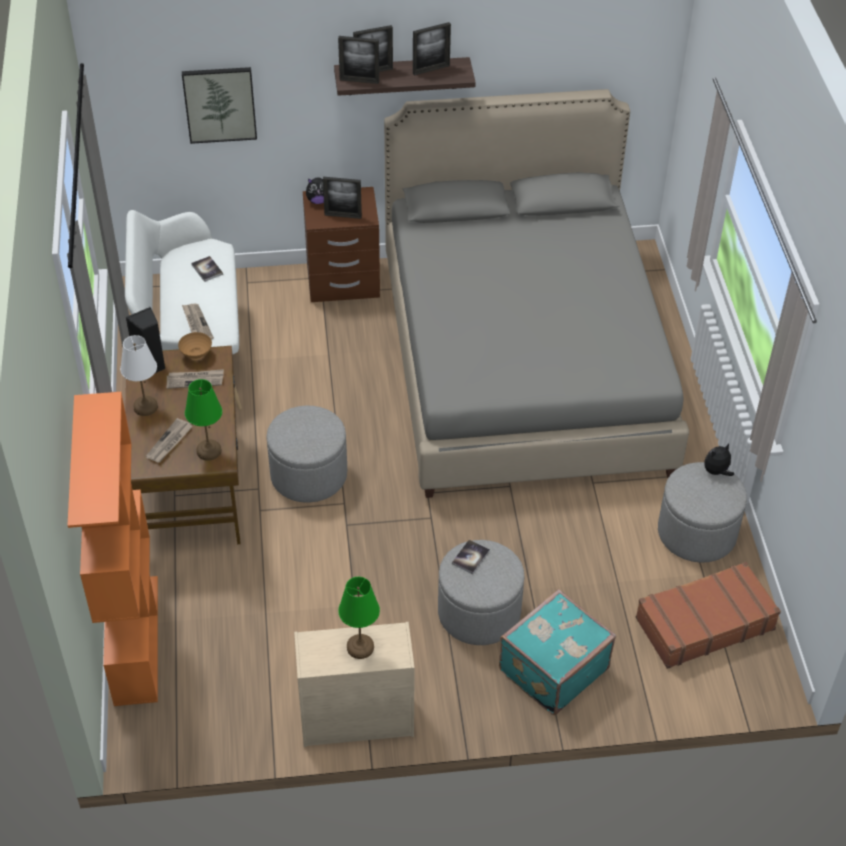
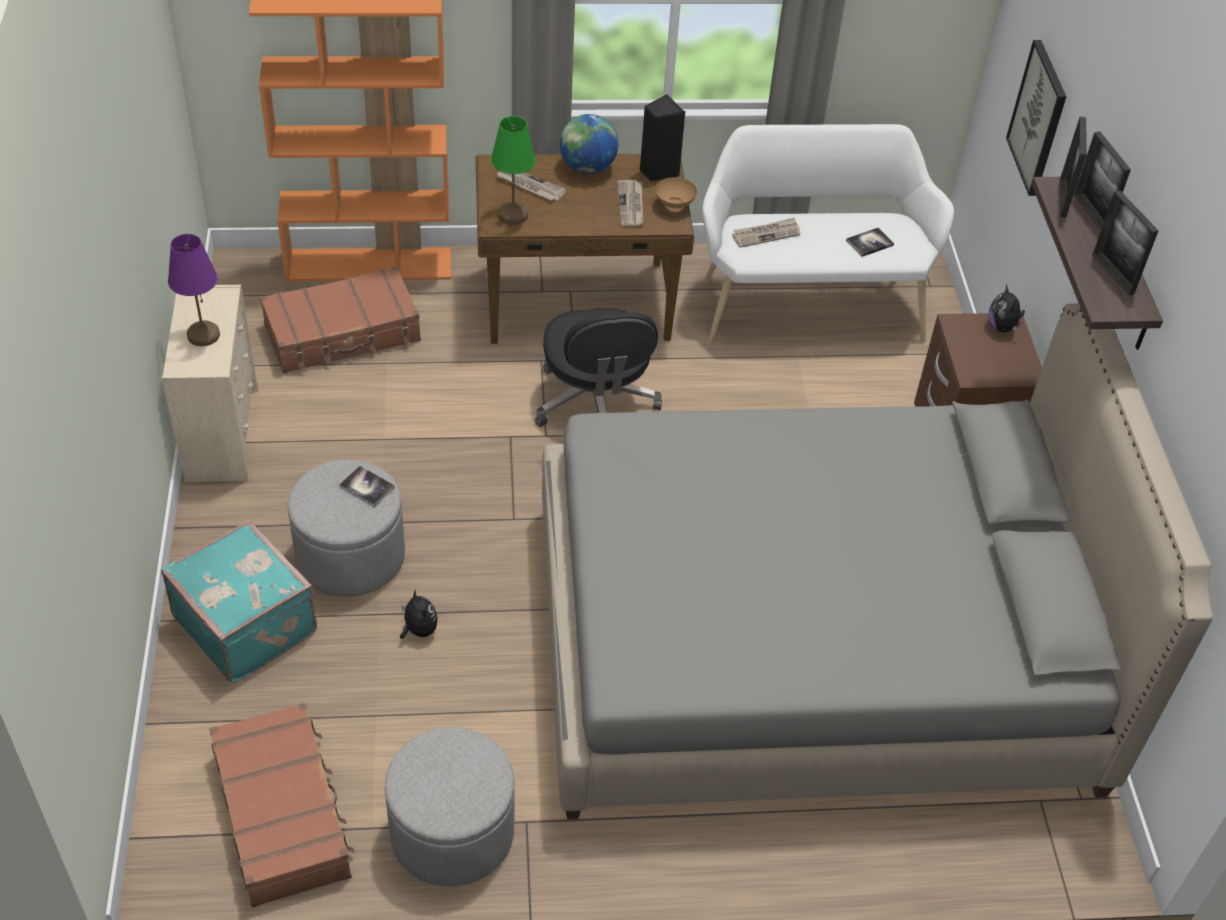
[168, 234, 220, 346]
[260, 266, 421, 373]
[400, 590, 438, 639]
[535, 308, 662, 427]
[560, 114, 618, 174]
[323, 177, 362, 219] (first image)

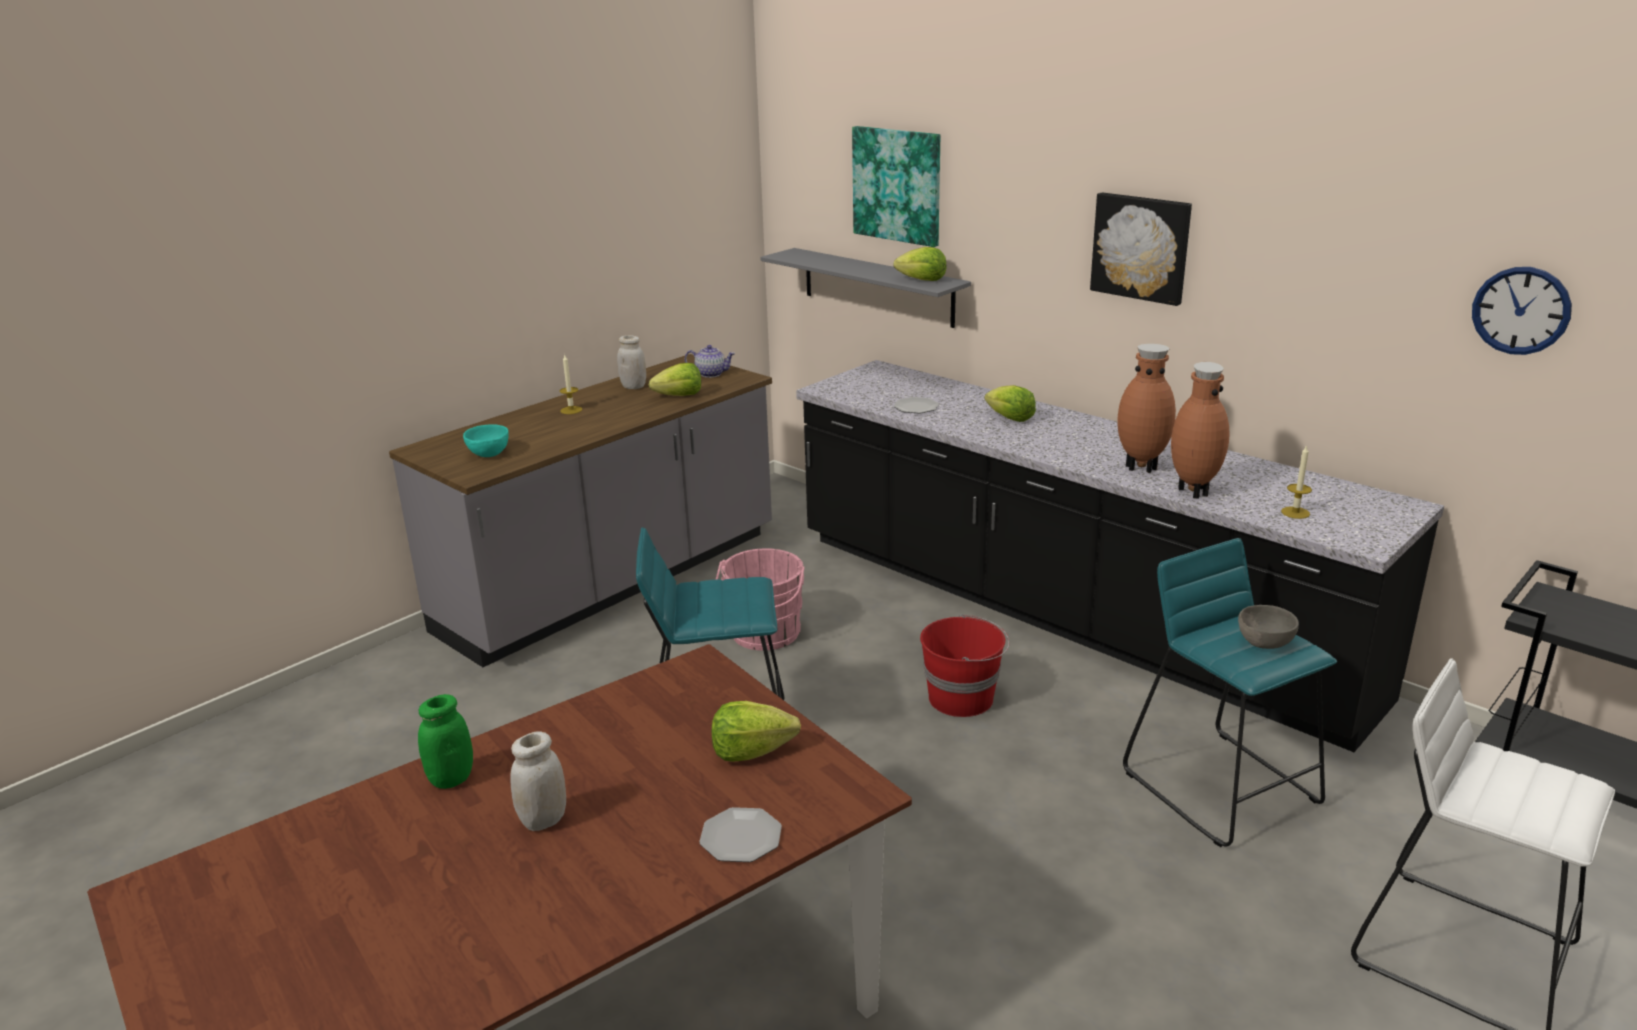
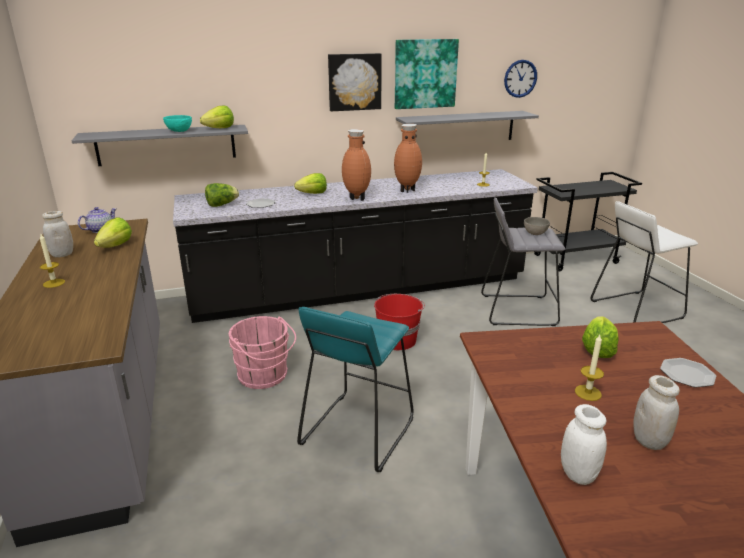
[163, 115, 192, 132]
[205, 183, 239, 207]
[342, 129, 371, 201]
[395, 39, 459, 109]
[396, 111, 539, 140]
[481, 197, 565, 326]
[561, 404, 607, 485]
[575, 335, 604, 401]

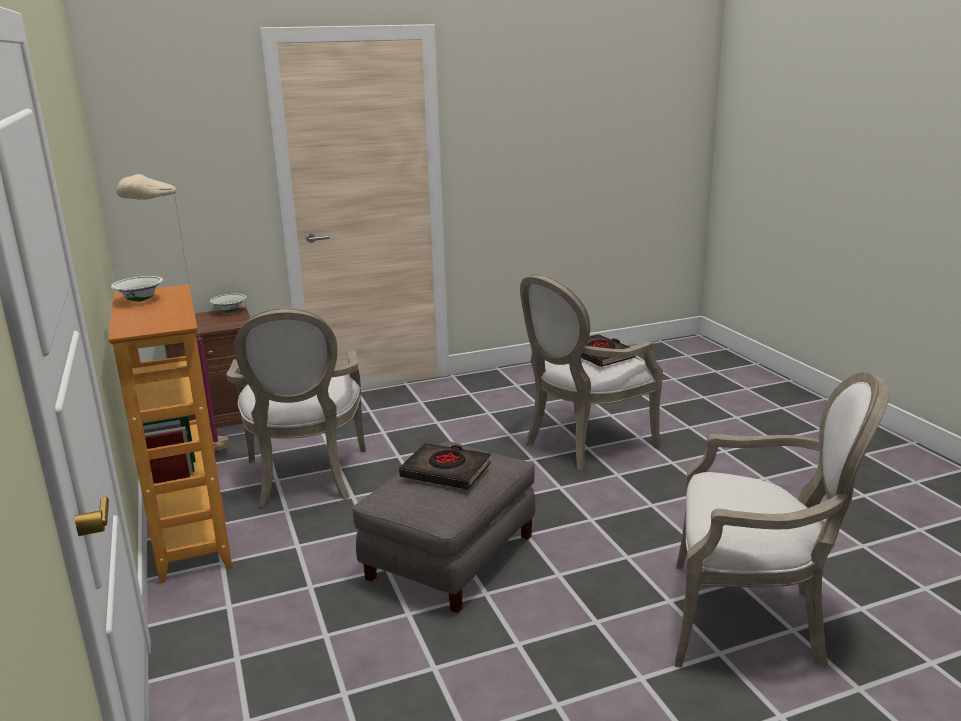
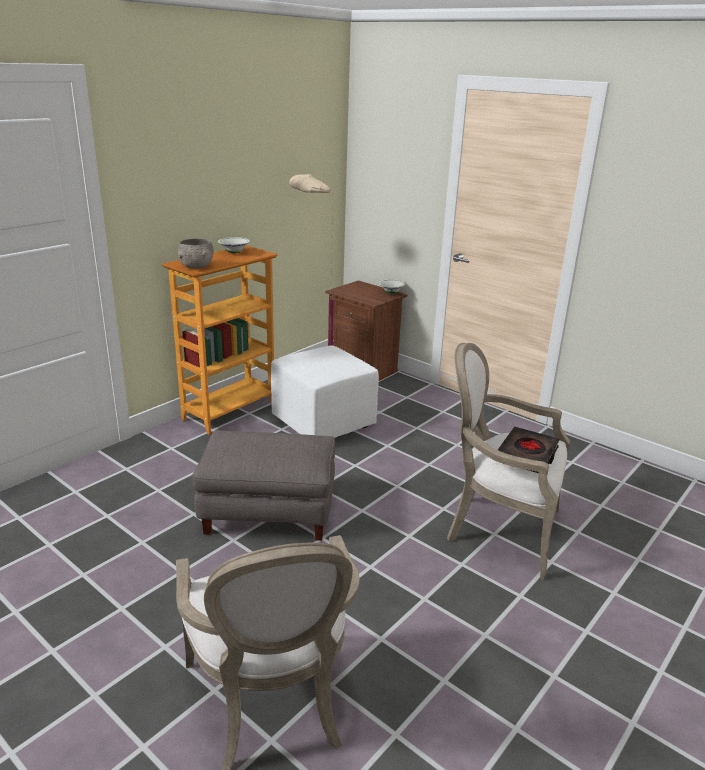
[177, 238, 214, 269]
[271, 346, 379, 438]
[399, 443, 491, 490] (first image)

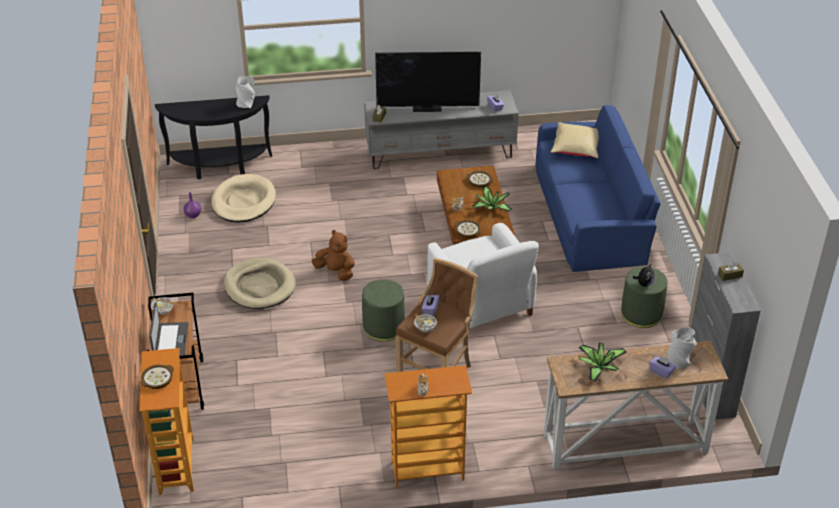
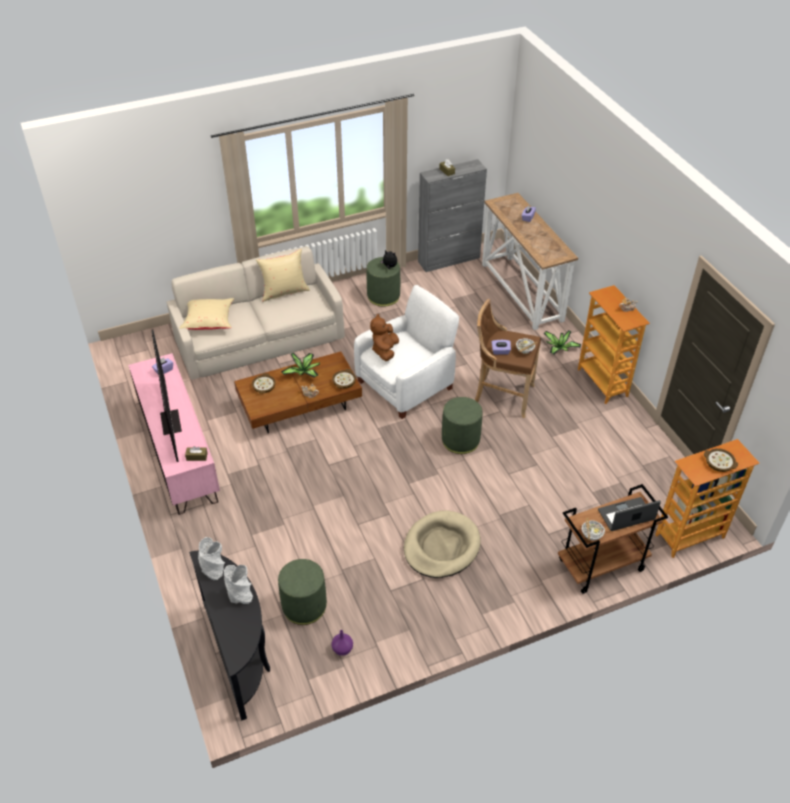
[128, 353, 220, 515]
[167, 246, 345, 380]
[224, 565, 253, 604]
[256, 249, 310, 302]
[278, 559, 327, 625]
[370, 314, 399, 361]
[544, 330, 581, 354]

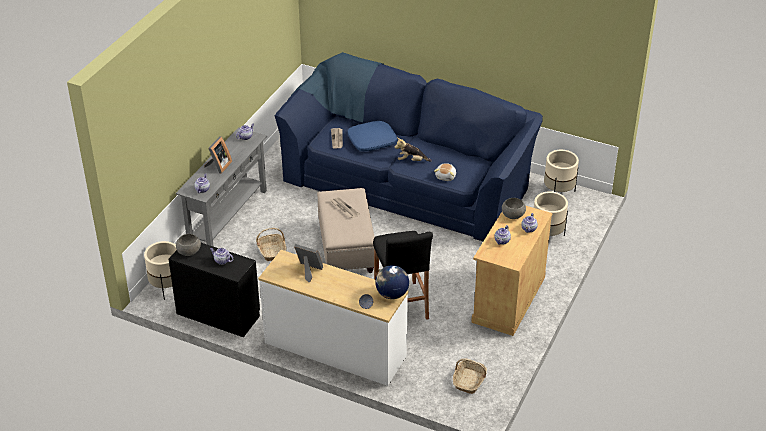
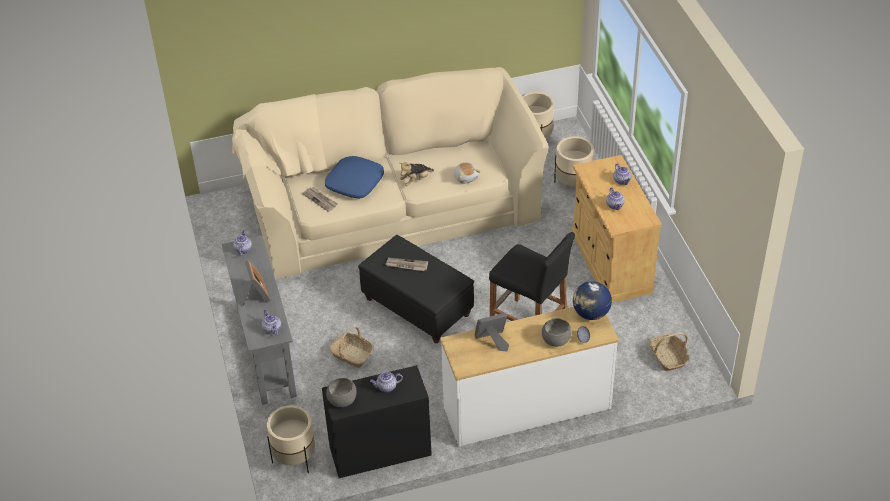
[232, 67, 549, 279]
[358, 235, 474, 343]
[542, 318, 572, 347]

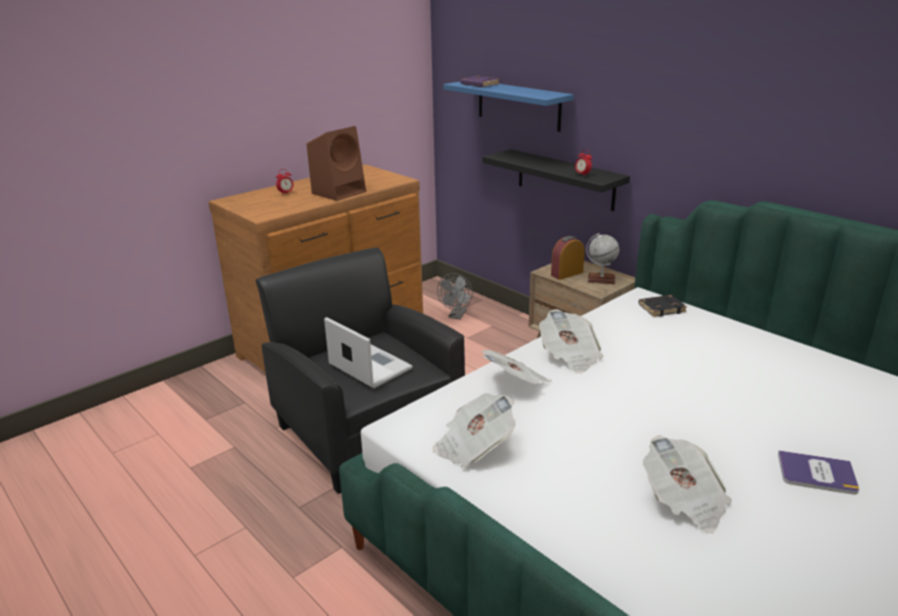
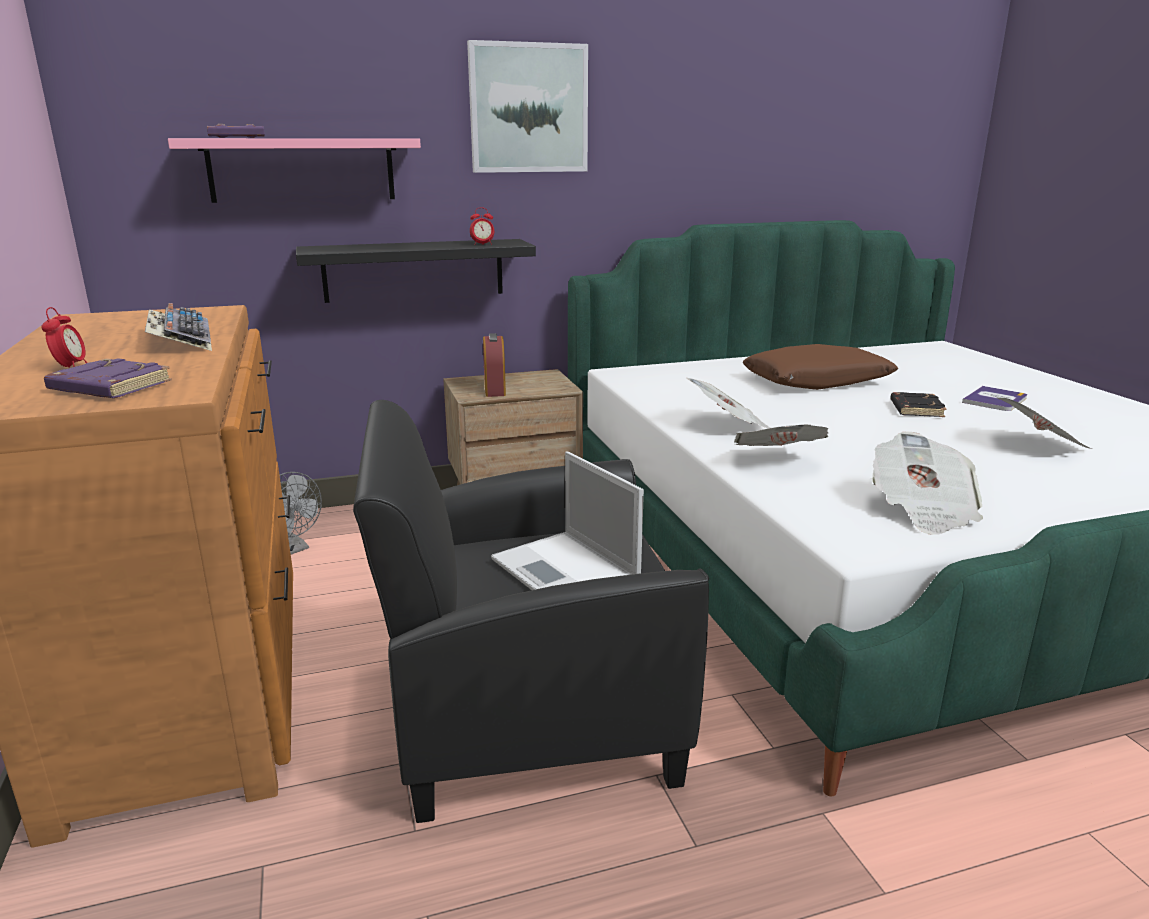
[44, 358, 172, 398]
[145, 303, 212, 351]
[168, 138, 421, 203]
[467, 40, 588, 173]
[491, 452, 644, 590]
[743, 344, 899, 390]
[890, 392, 946, 417]
[586, 233, 619, 284] (first image)

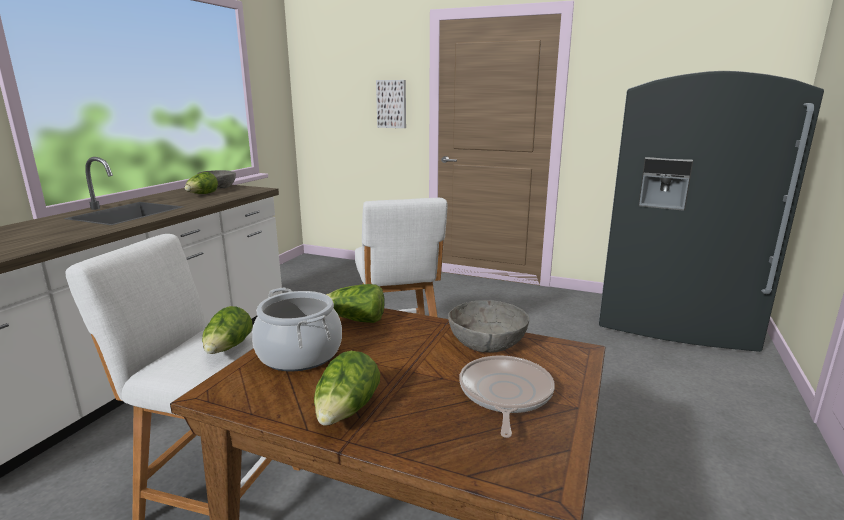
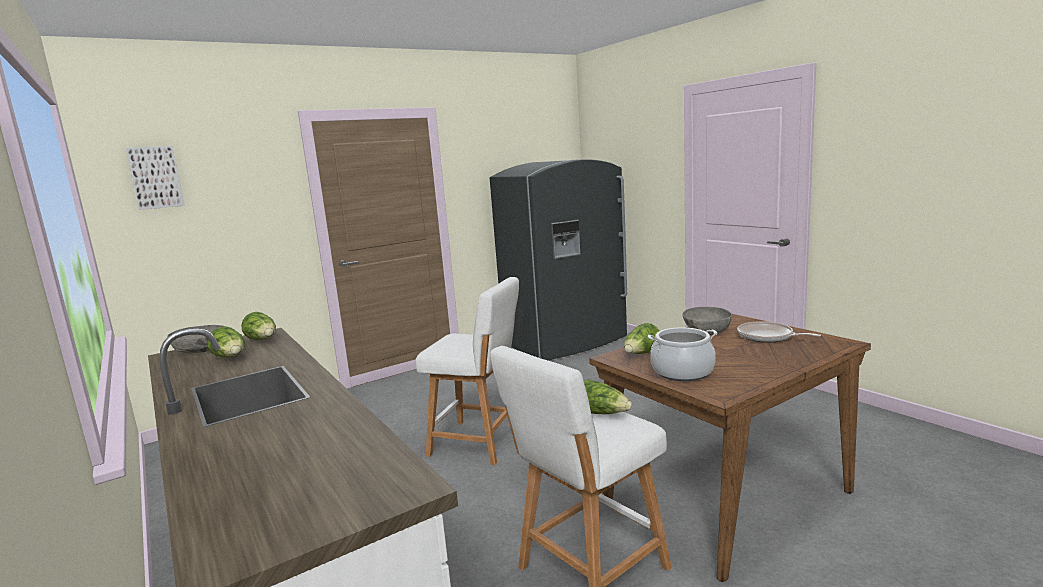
[125, 146, 185, 210]
[241, 312, 276, 340]

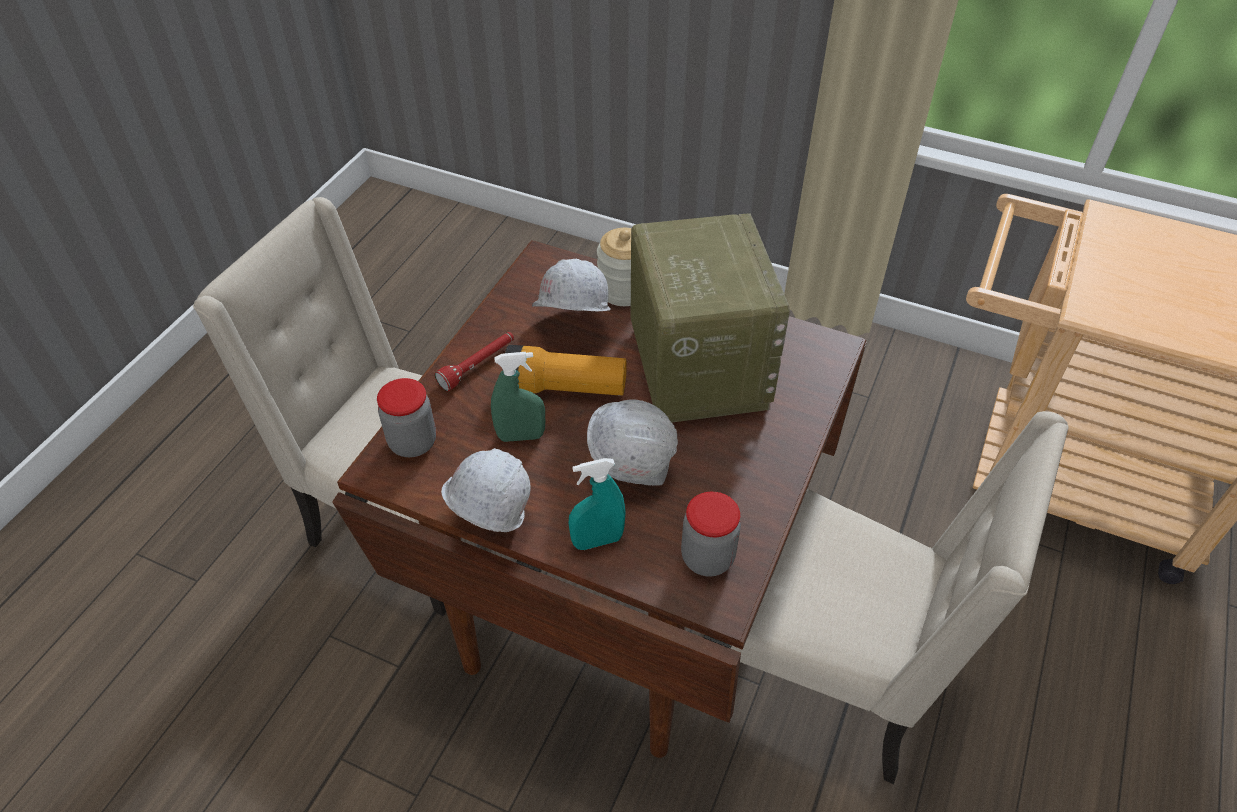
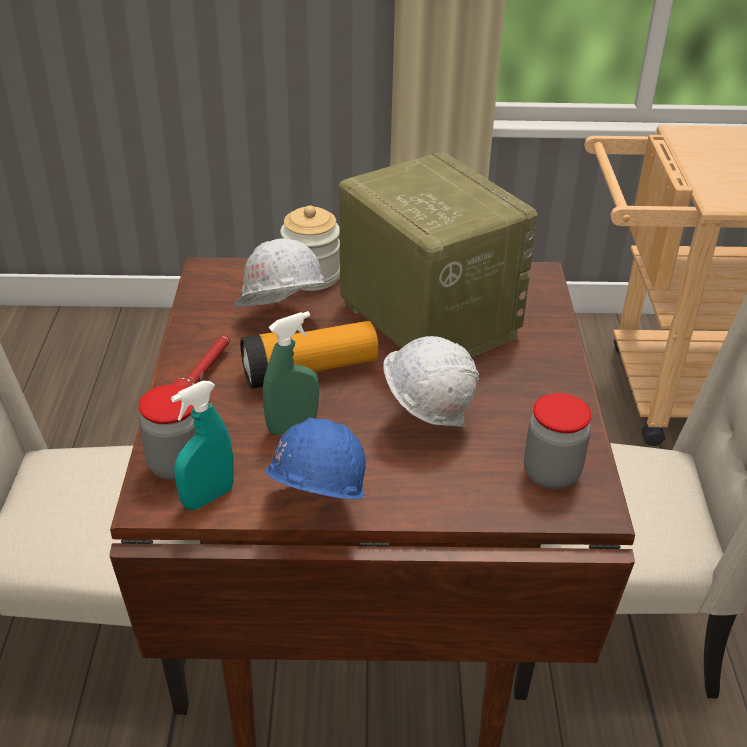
[171, 381, 234, 510]
[265, 418, 366, 499]

